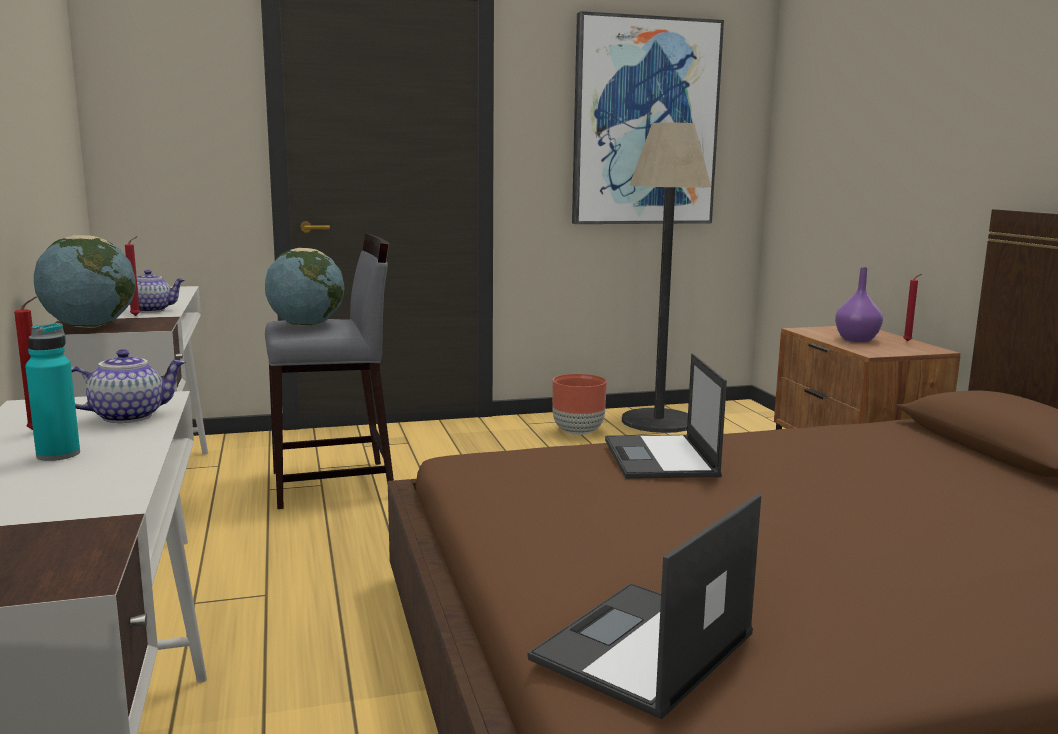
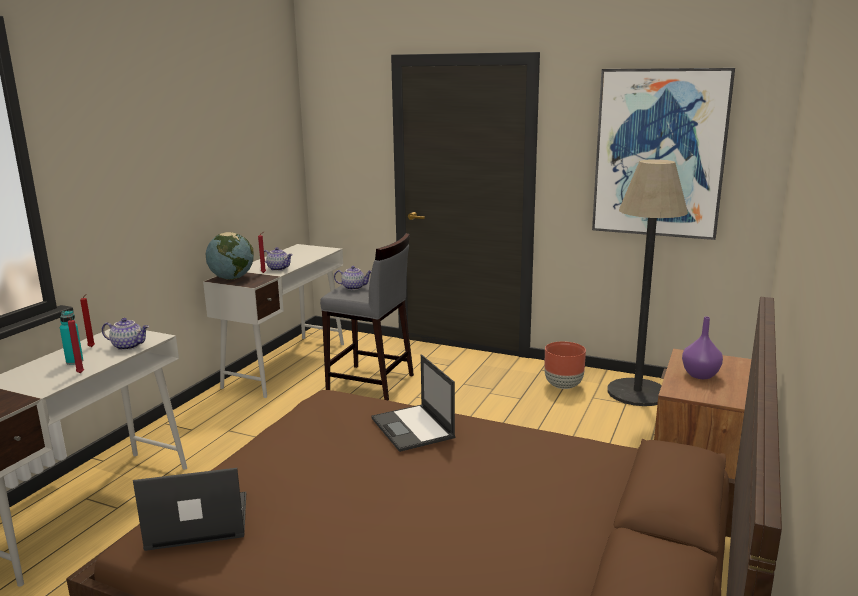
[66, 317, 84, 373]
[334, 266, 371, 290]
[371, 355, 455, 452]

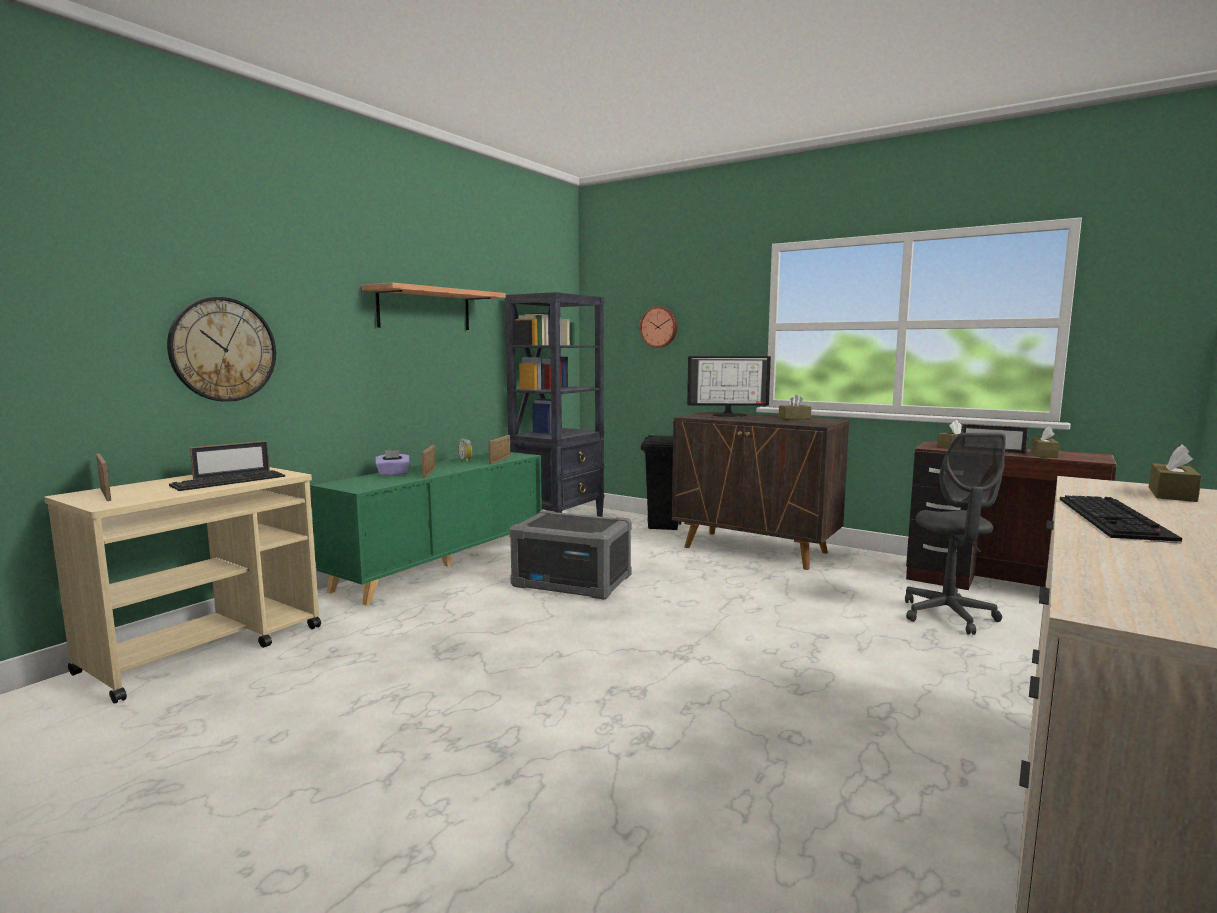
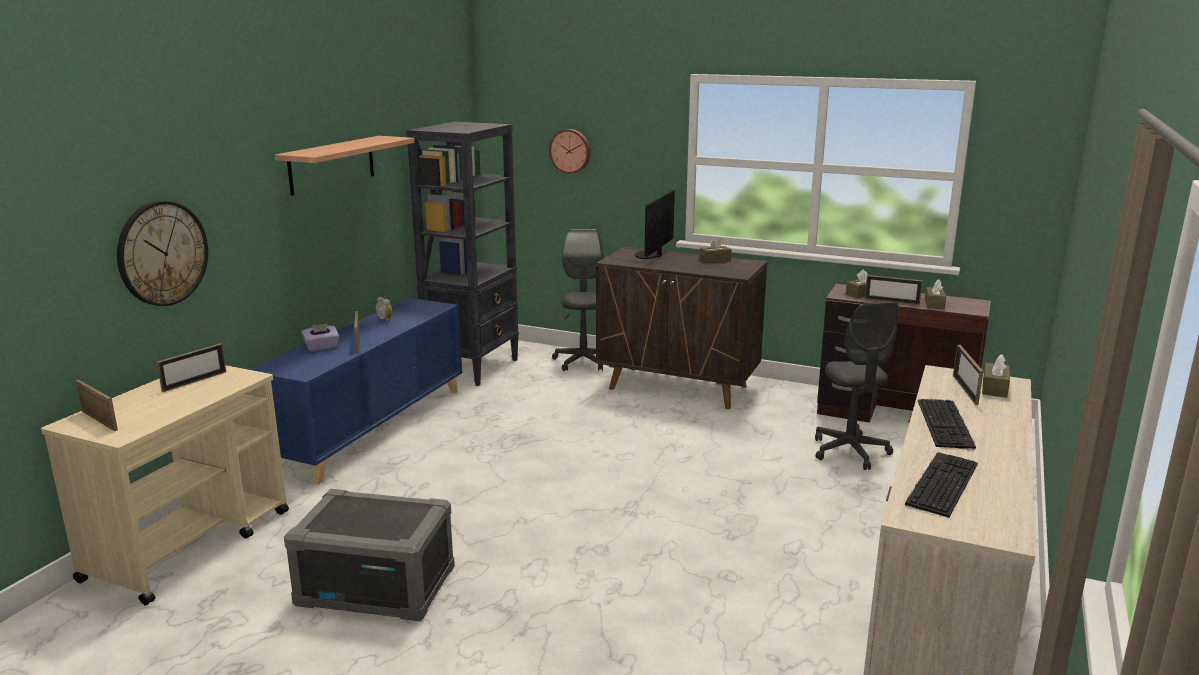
[251, 298, 462, 484]
[284, 489, 455, 621]
[552, 229, 604, 371]
[635, 190, 675, 259]
[905, 452, 978, 518]
[953, 345, 983, 405]

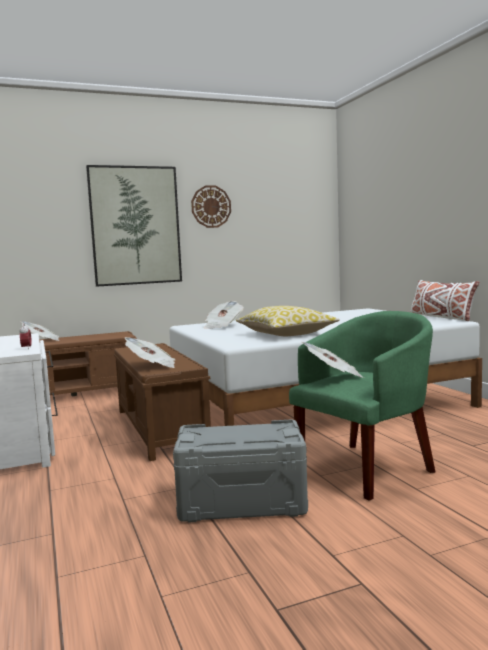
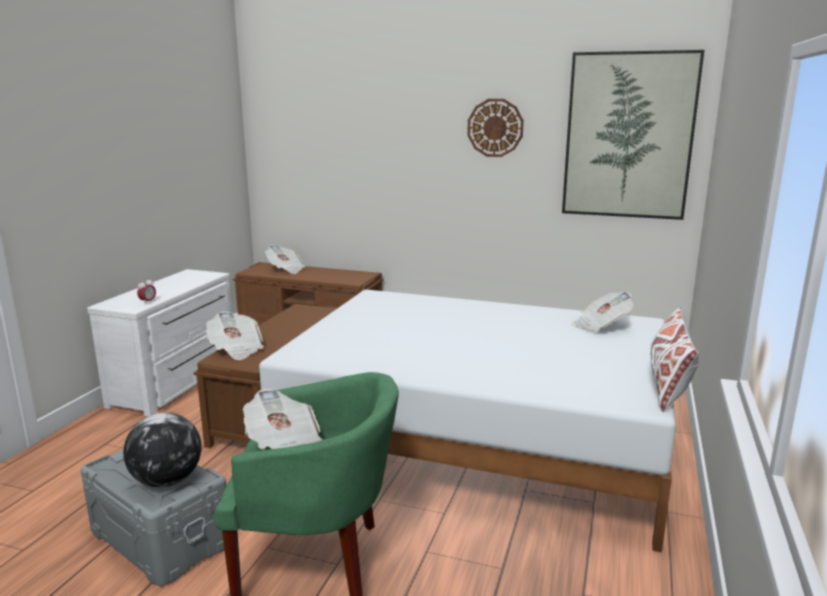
[123, 412, 202, 487]
[562, 50, 705, 220]
[571, 292, 634, 331]
[236, 306, 339, 336] (first image)

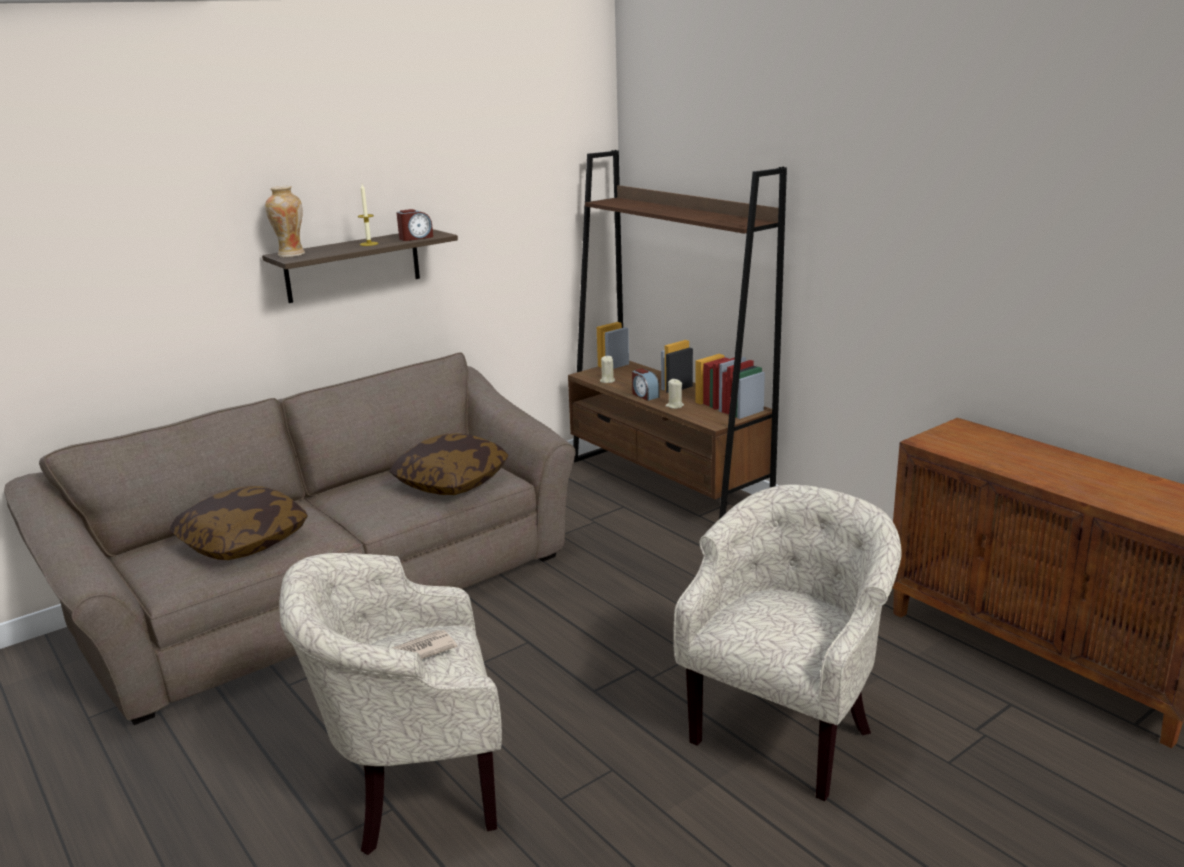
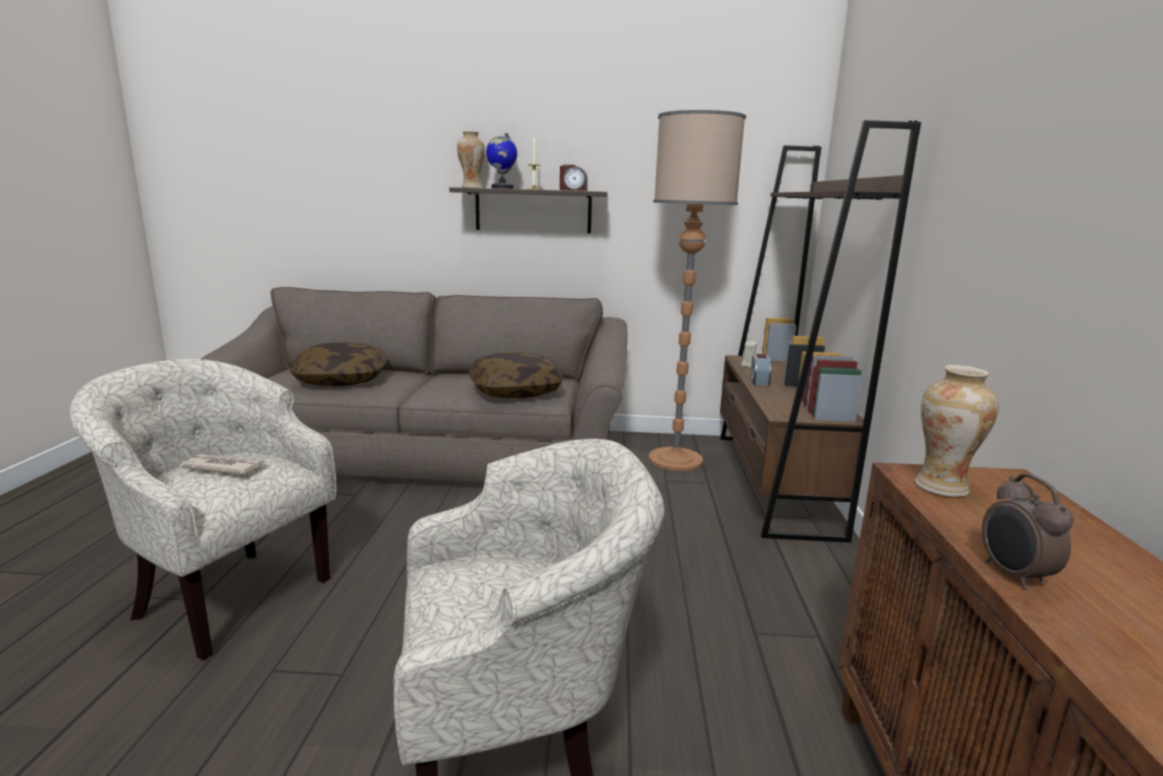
[486, 133, 517, 189]
[649, 110, 746, 471]
[915, 365, 999, 497]
[982, 474, 1074, 590]
[666, 379, 684, 409] (first image)

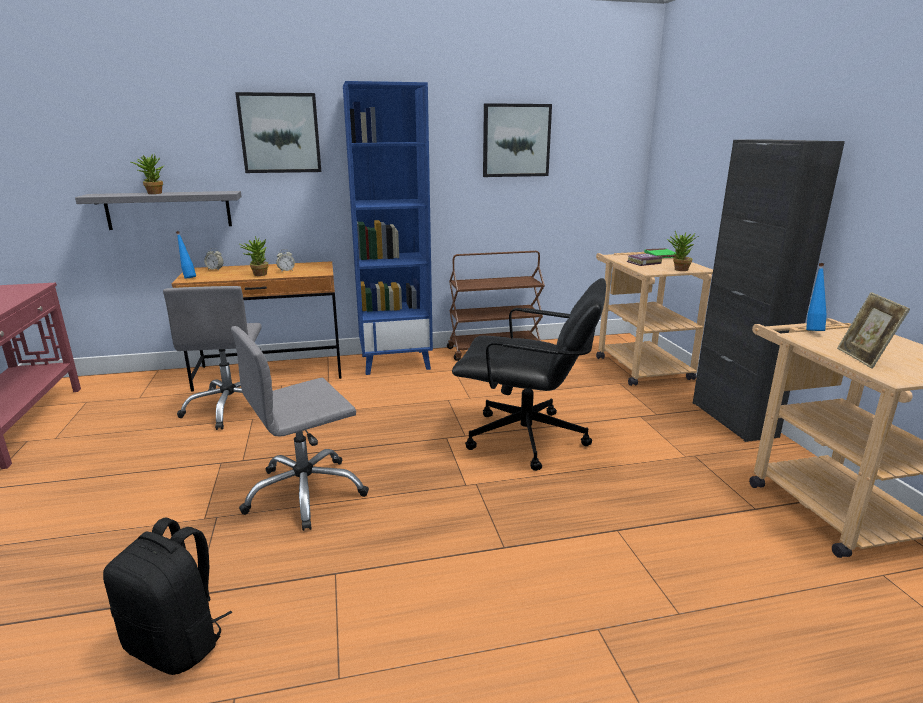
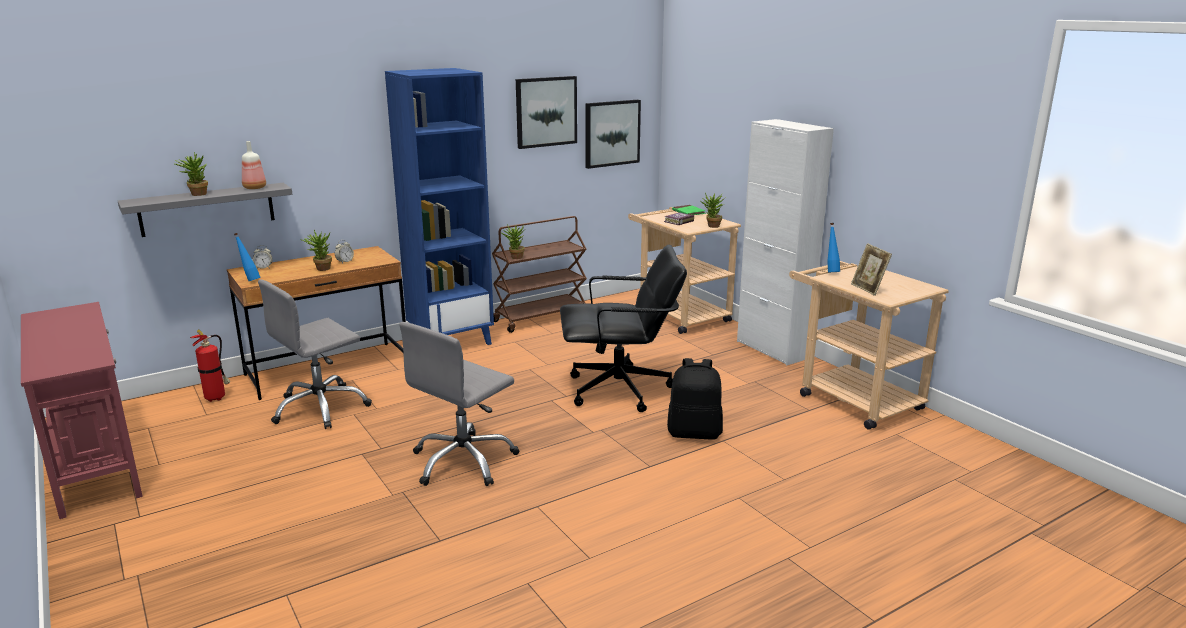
[190, 330, 230, 402]
[242, 141, 266, 189]
[258, 280, 372, 429]
[502, 225, 526, 259]
[585, 100, 641, 169]
[667, 358, 723, 440]
[737, 119, 834, 365]

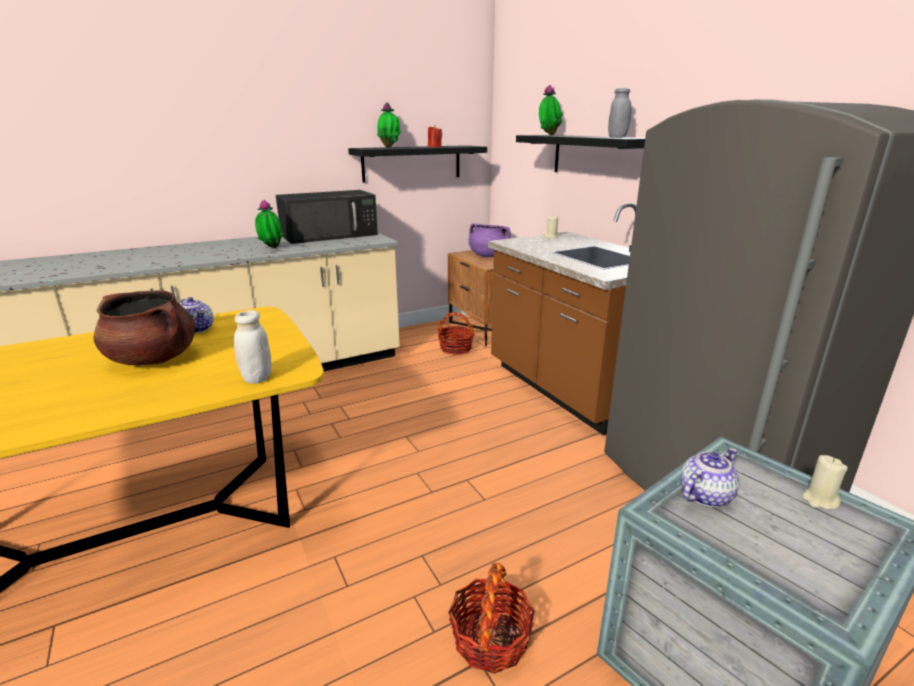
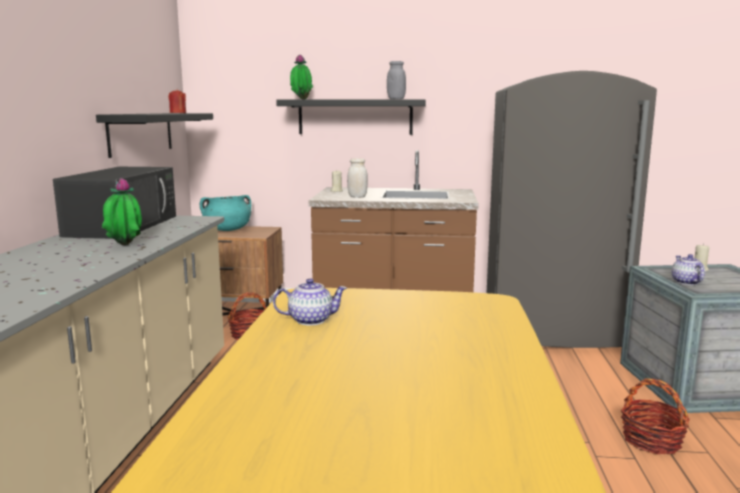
[200, 195, 251, 231]
[347, 158, 368, 198]
[94, 290, 195, 365] (first image)
[377, 102, 401, 148] (first image)

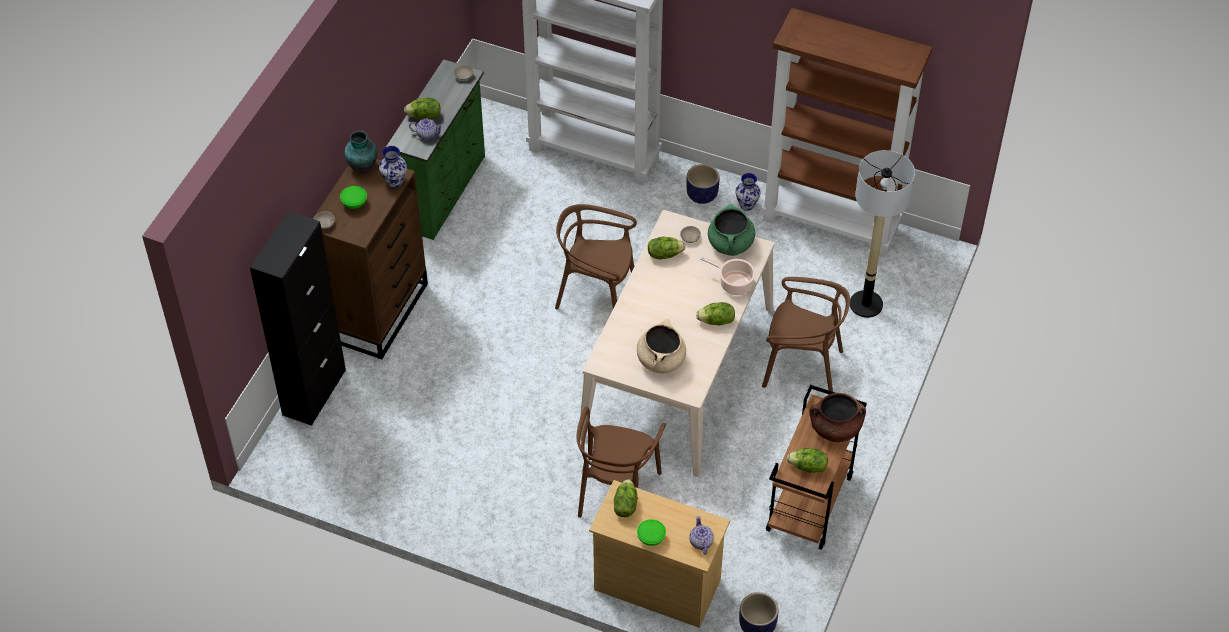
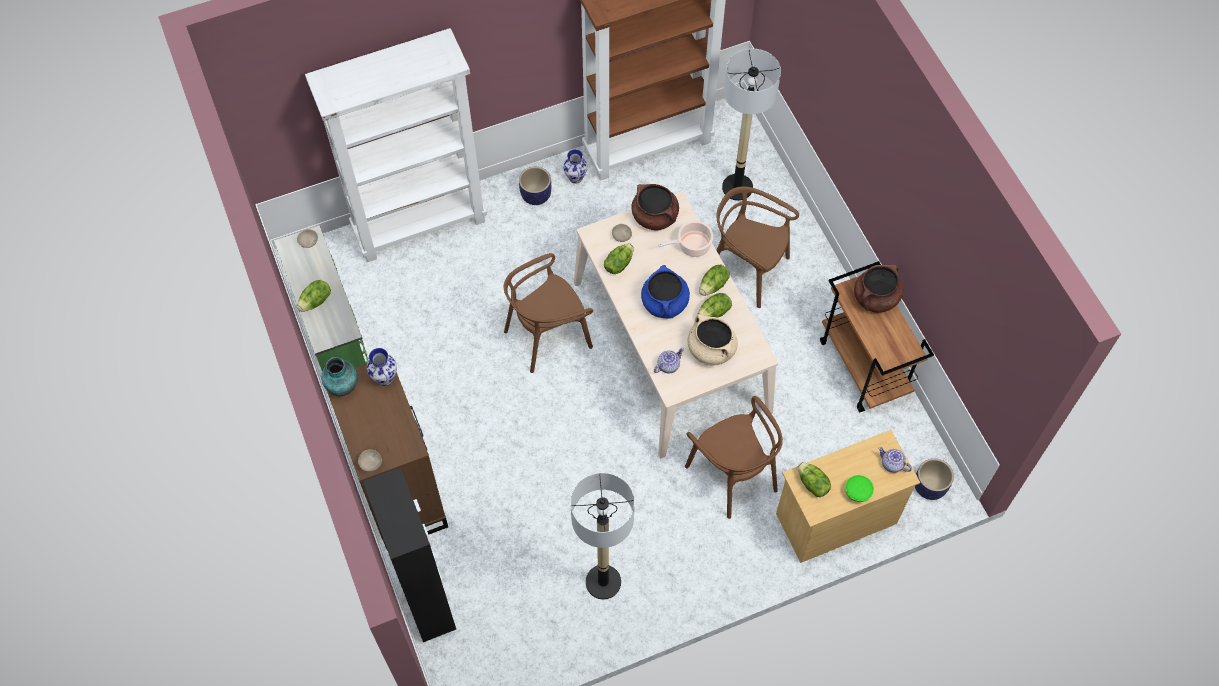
[570, 473, 635, 600]
[631, 184, 679, 230]
[641, 265, 690, 319]
[654, 348, 684, 374]
[697, 293, 732, 318]
[716, 186, 799, 308]
[340, 186, 367, 209] (first image)

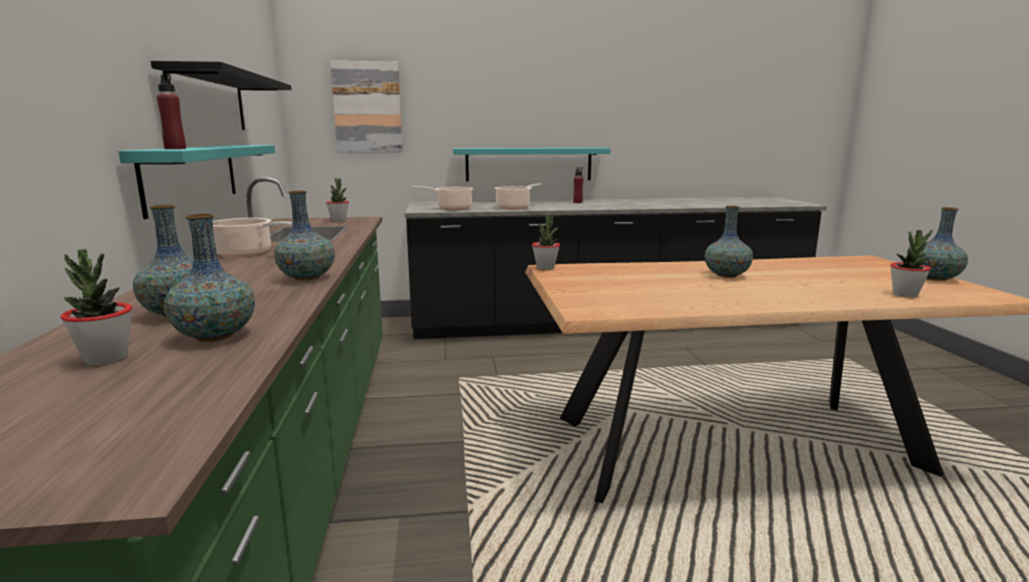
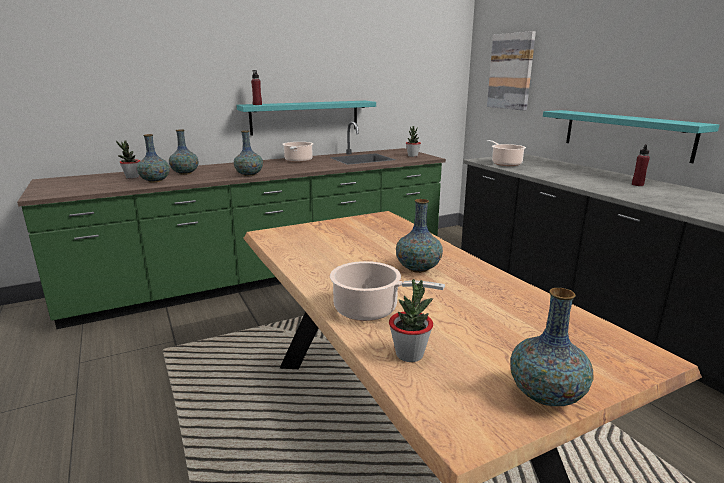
[330, 261, 445, 321]
[151, 61, 291, 130] (first image)
[532, 214, 560, 270] (first image)

